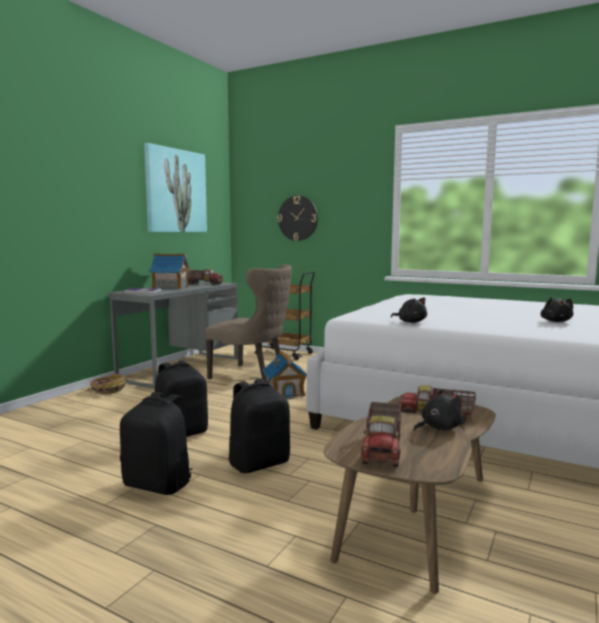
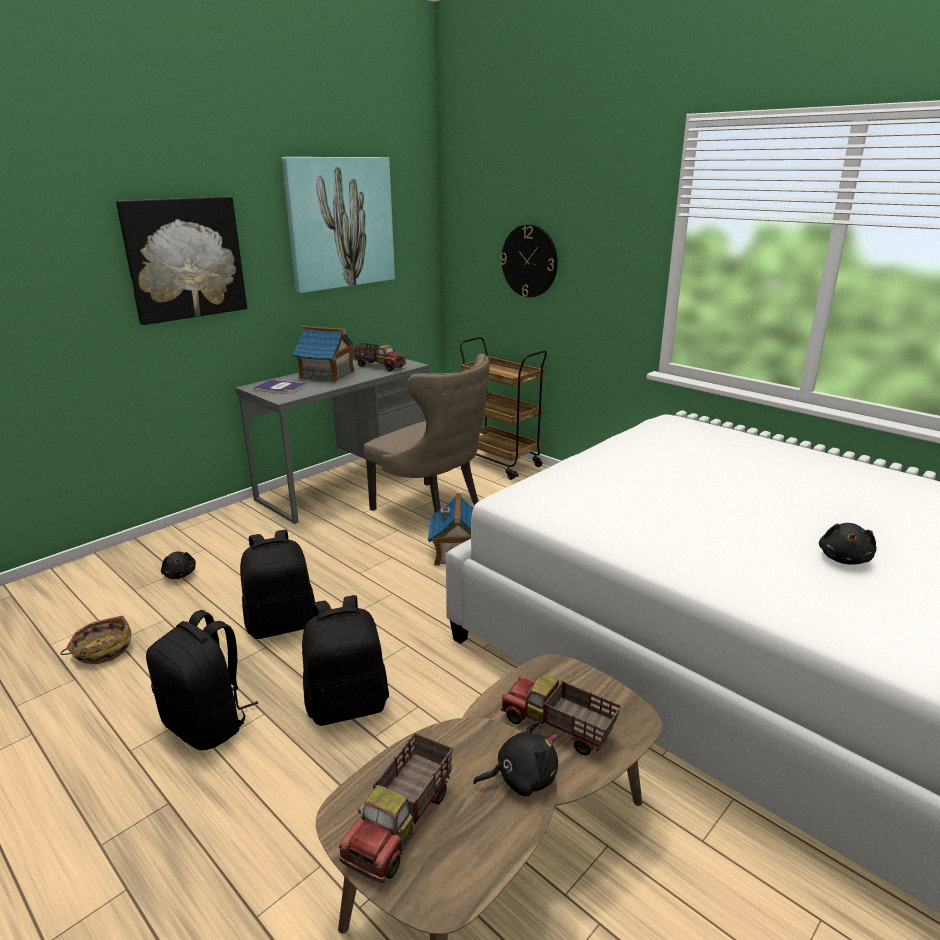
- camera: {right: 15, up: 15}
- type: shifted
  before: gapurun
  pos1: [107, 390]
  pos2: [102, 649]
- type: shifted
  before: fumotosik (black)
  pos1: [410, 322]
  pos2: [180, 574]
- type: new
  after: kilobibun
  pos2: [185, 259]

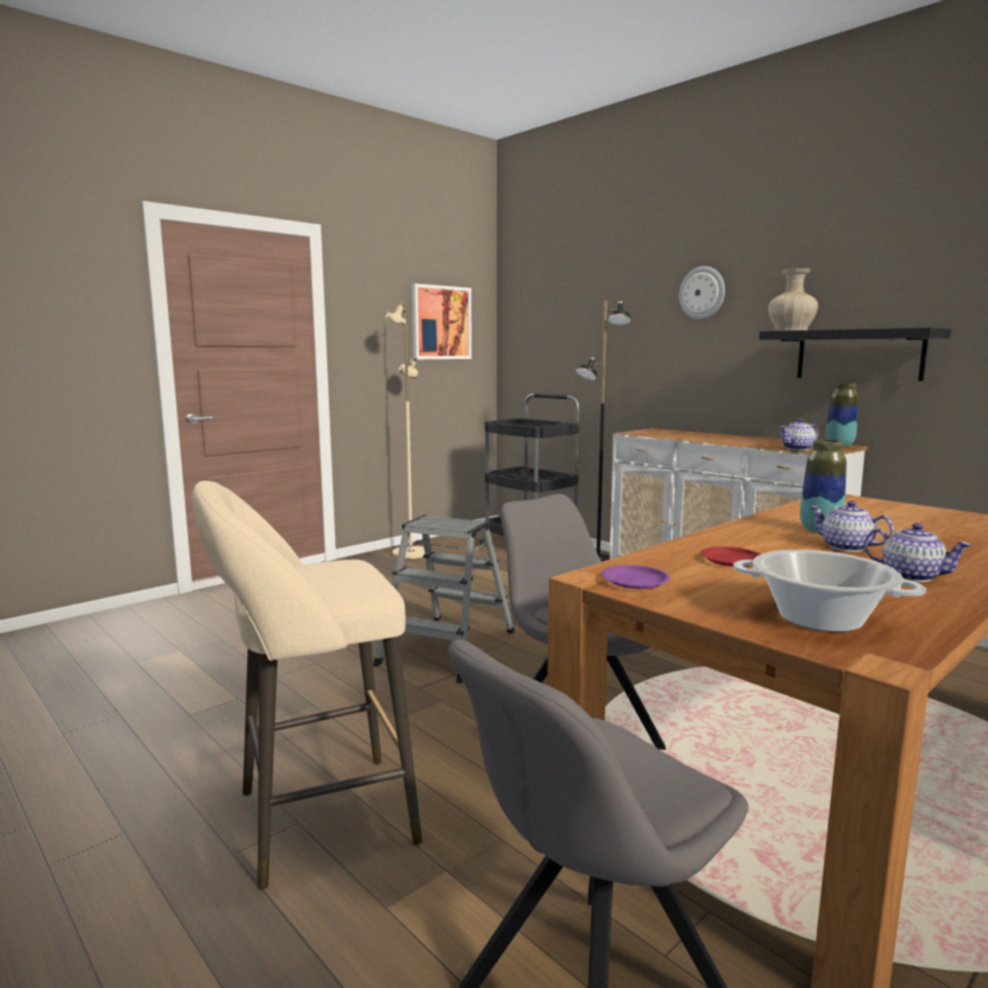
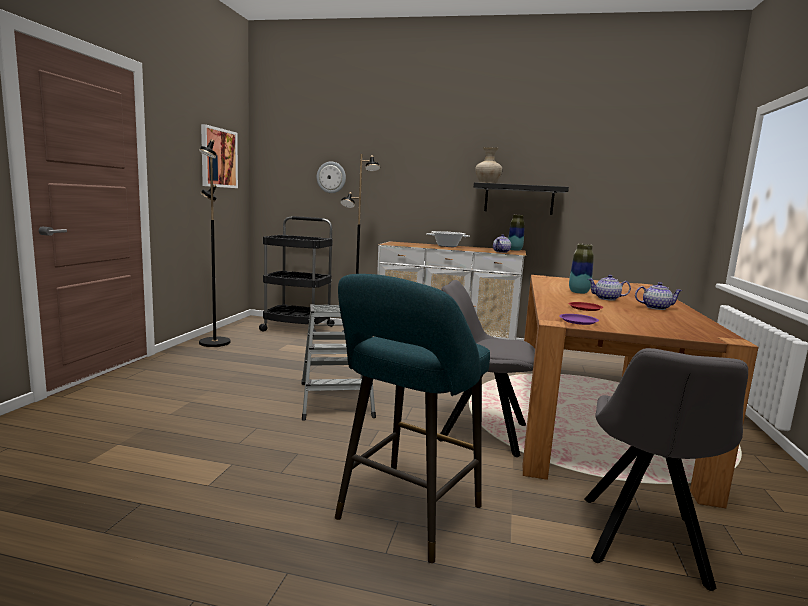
- camera: {right: -35, up: 0}
- type: repainted
  before: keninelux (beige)
  after: keninelux (turquoise)
  pos1: [314, 820]
  pos2: [405, 516]
- type: repainted
  before: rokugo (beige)
  after: rokugo (black)
  pos1: [410, 553]
  pos2: [214, 342]
- type: shifted
  before: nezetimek
  pos1: [702, 293]
  pos2: [331, 177]
- type: shifted
  before: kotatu
  pos1: [820, 619]
  pos2: [447, 246]

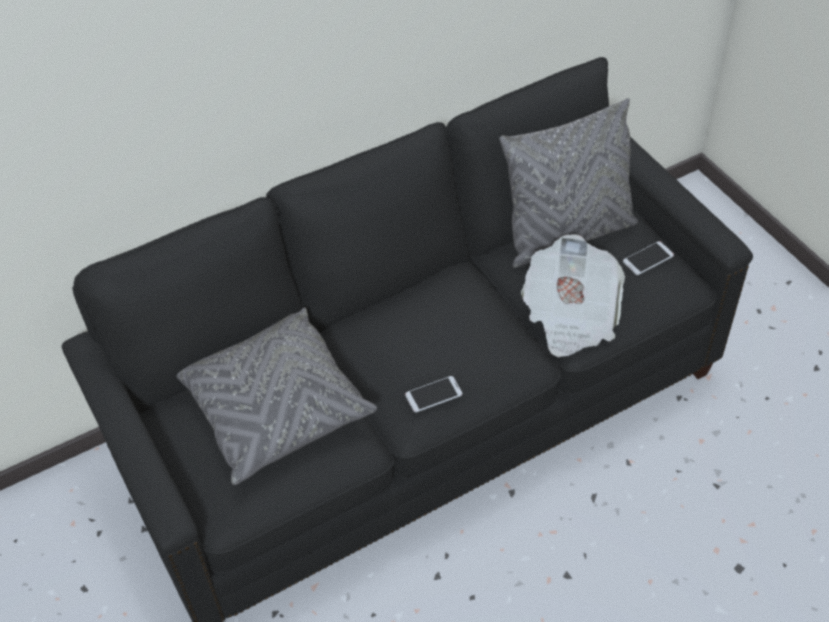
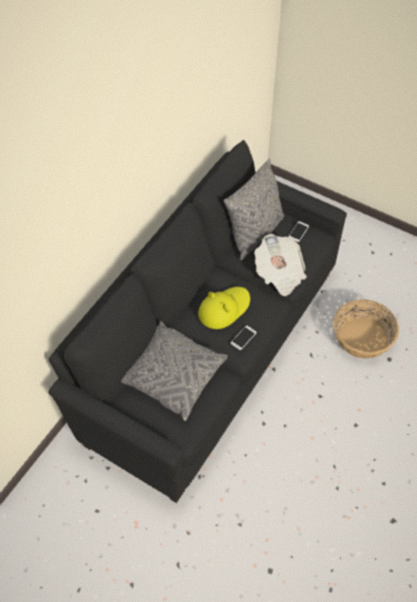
- camera: {right: -30, up: 5}
- type: new
  after: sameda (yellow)
  pos2: [224, 309]
- type: new
  after: gapurun
  pos2: [362, 338]

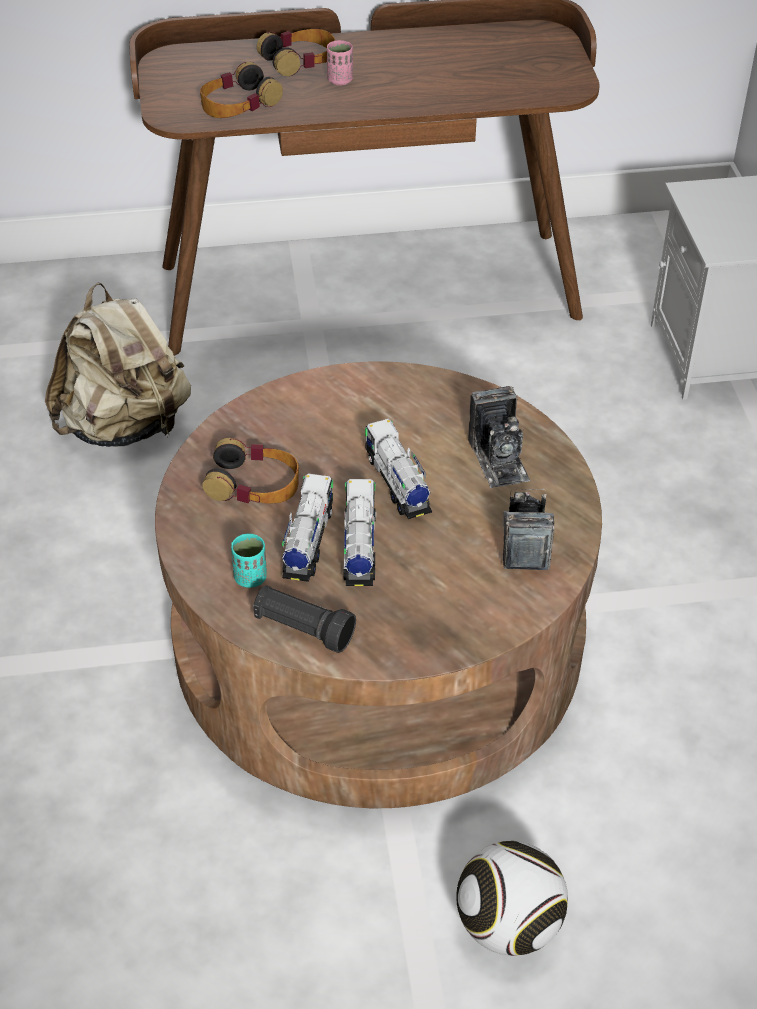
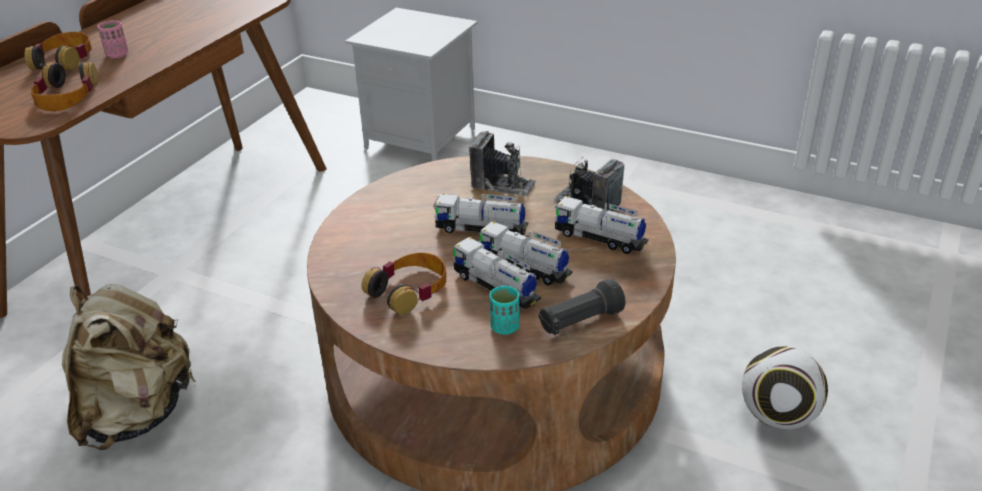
- camera: {right: -55, up: -10}
- type: new
  after: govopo
  pos2: [599, 238]

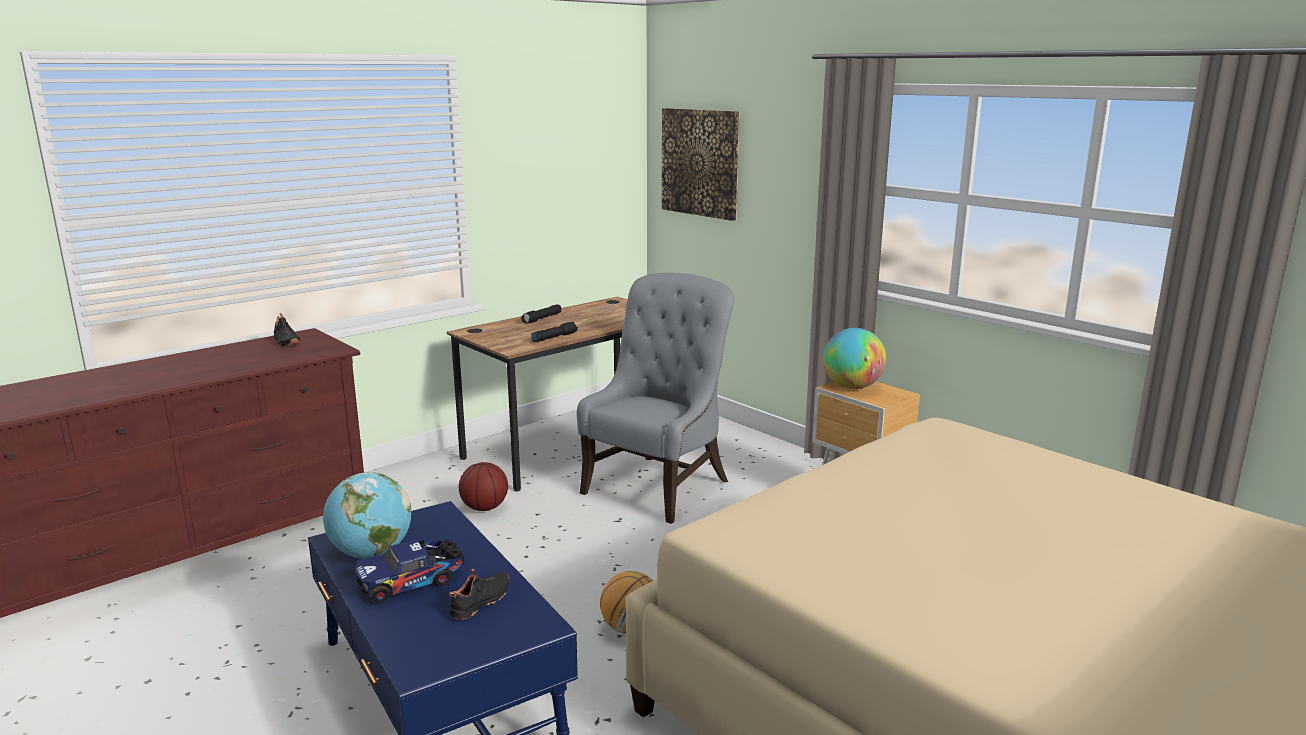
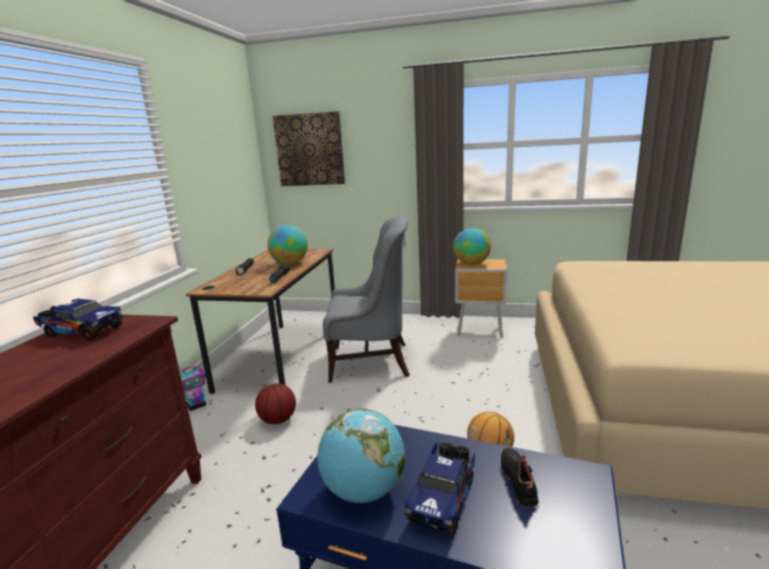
- camera: {right: -35, up: 0}
- type: swapped
  before: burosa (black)
  after: govopo
  pos1: [286, 342]
  pos2: [81, 331]
- type: rotated
  before: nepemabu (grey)
  pos1: [658, 486]
  pos2: [371, 361]
  turn: 90
- type: new
  after: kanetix
  pos2: [197, 406]
- type: new
  after: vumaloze
  pos2: [290, 263]

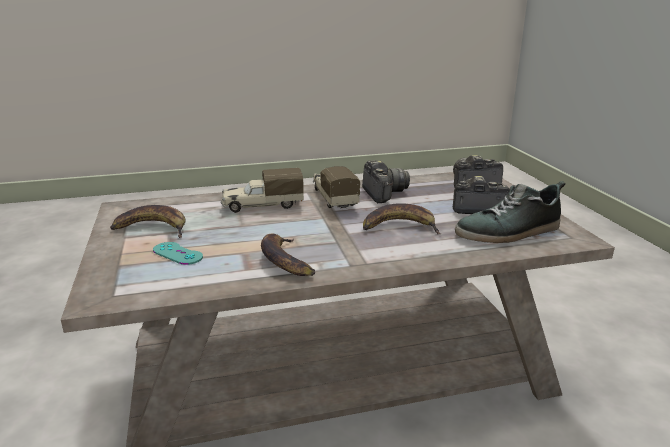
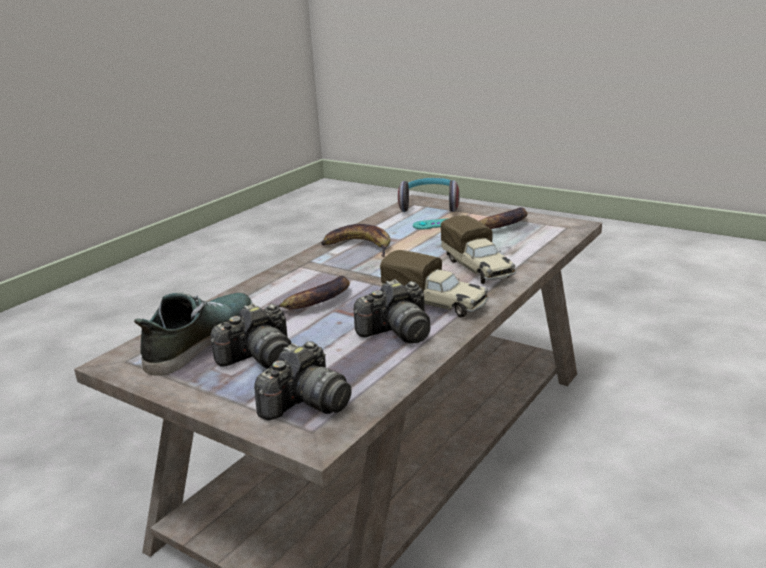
- camera: {right: 140, up: 0}
- type: rotated
  before: govopo
  pos1: [262, 205]
  pos2: [478, 269]
  turn: 120
- type: rotated
  before: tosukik
  pos1: [383, 193]
  pos2: [397, 332]
  turn: -60
- type: new
  after: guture
  pos2: [430, 205]

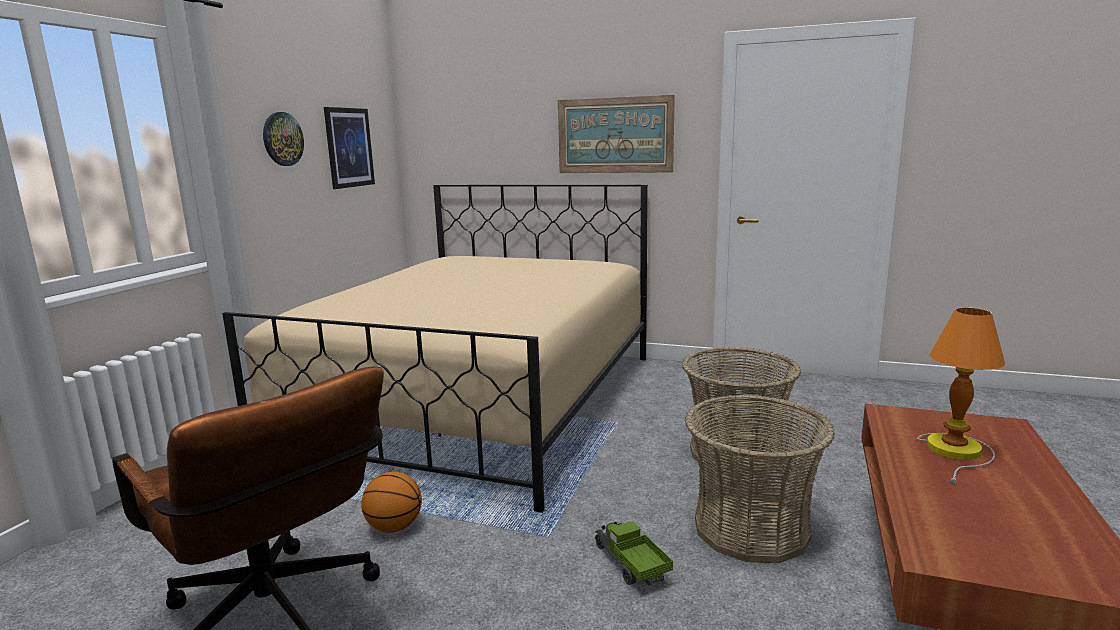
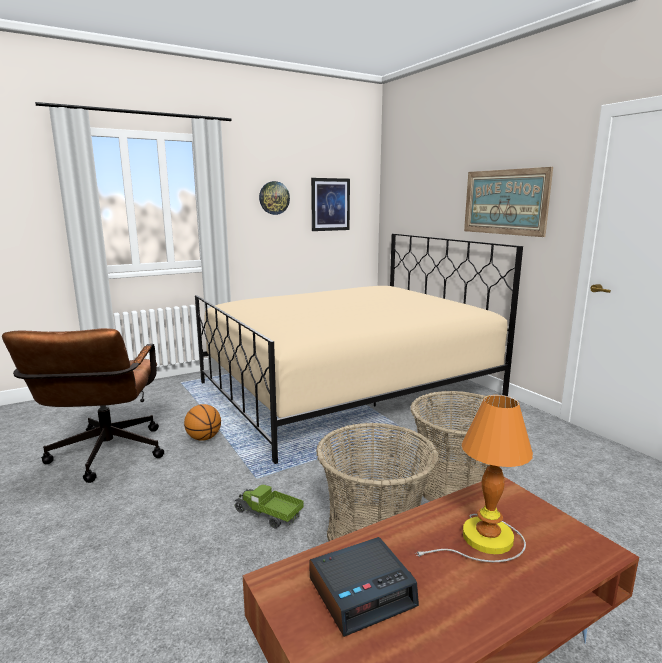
- camera: {right: 40, up: 0}
- type: rotated
  before: govopo
  pos1: [630, 565]
  pos2: [268, 515]
  turn: -75
- type: new
  after: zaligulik
  pos2: [362, 591]

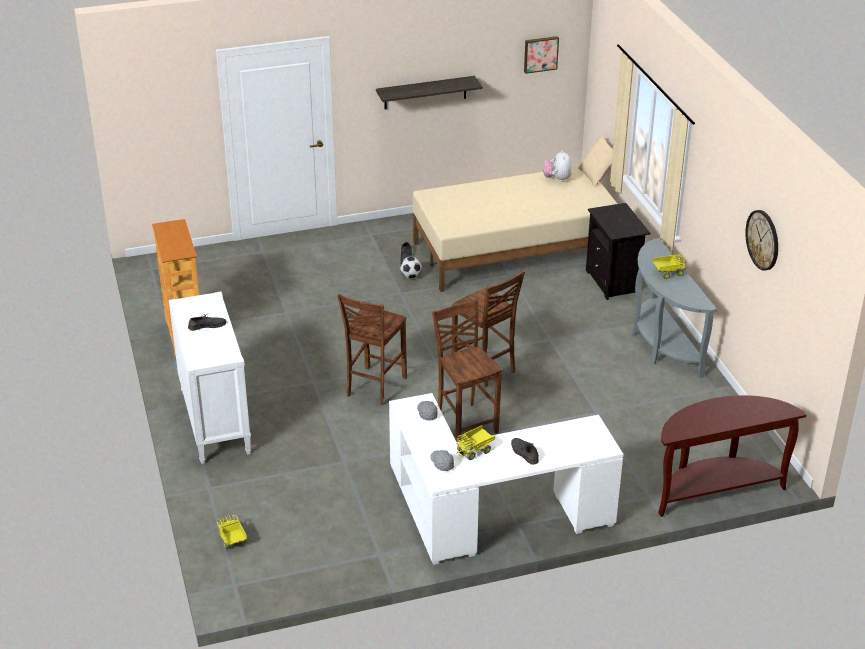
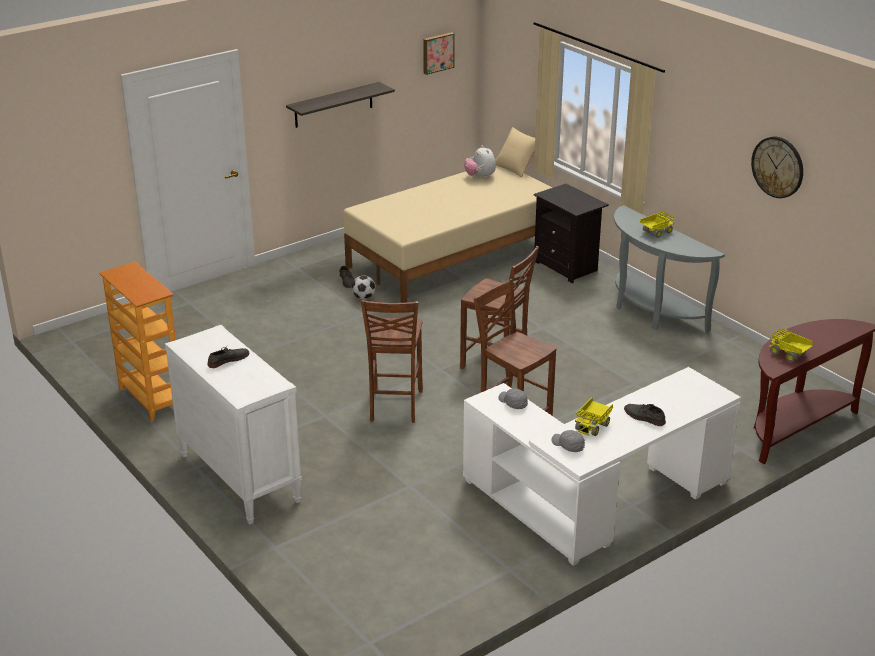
- camera: {right: -20, up: -5}
- type: shifted
  before: govopo
  pos1: [232, 540]
  pos2: [789, 355]

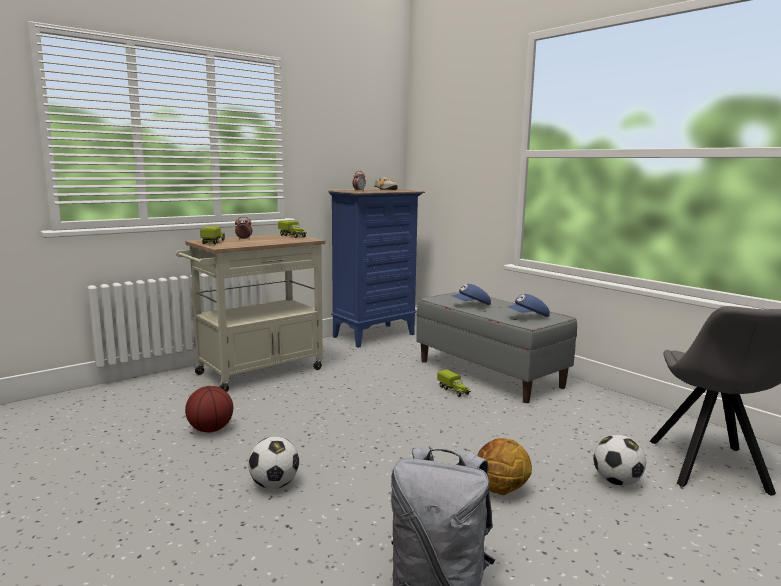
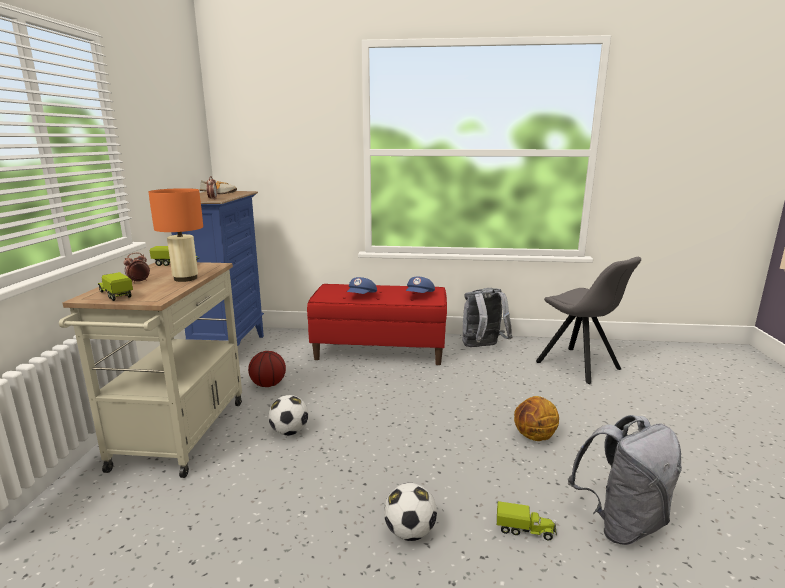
- camera: {right: -45, up: 5}
- type: shifted
  before: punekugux
  pos1: [211, 429]
  pos2: [268, 384]
- type: repainted
  before: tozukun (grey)
  after: tozukun (red)
  pos1: [489, 373]
  pos2: [380, 351]
- type: shifted
  before: govopo
  pos1: [453, 390]
  pos2: [525, 530]
- type: shifted
  before: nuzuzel
  pos1: [616, 481]
  pos2: [289, 432]
- type: new
  after: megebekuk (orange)
  pos2: [186, 278]
- type: new
  after: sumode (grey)
  pos2: [482, 347]

